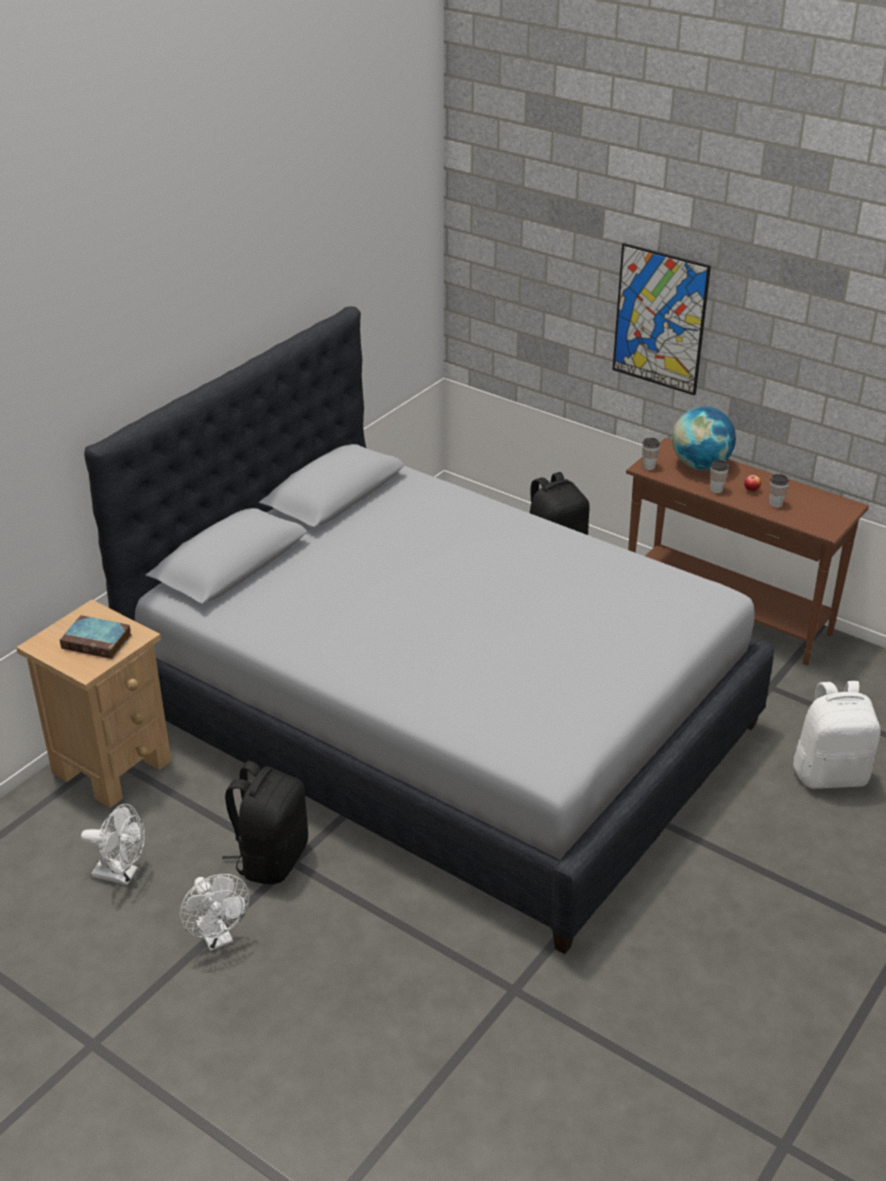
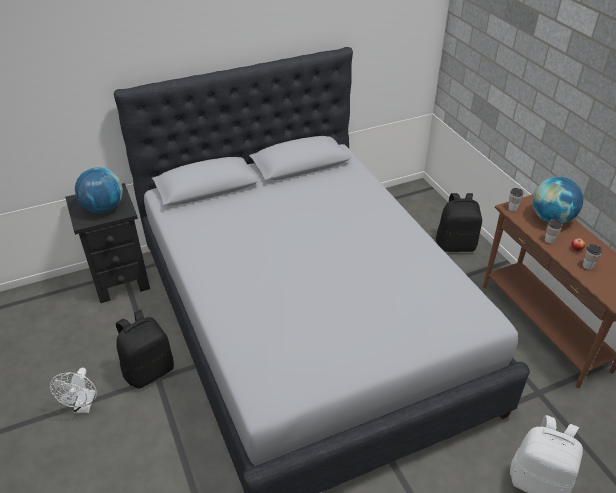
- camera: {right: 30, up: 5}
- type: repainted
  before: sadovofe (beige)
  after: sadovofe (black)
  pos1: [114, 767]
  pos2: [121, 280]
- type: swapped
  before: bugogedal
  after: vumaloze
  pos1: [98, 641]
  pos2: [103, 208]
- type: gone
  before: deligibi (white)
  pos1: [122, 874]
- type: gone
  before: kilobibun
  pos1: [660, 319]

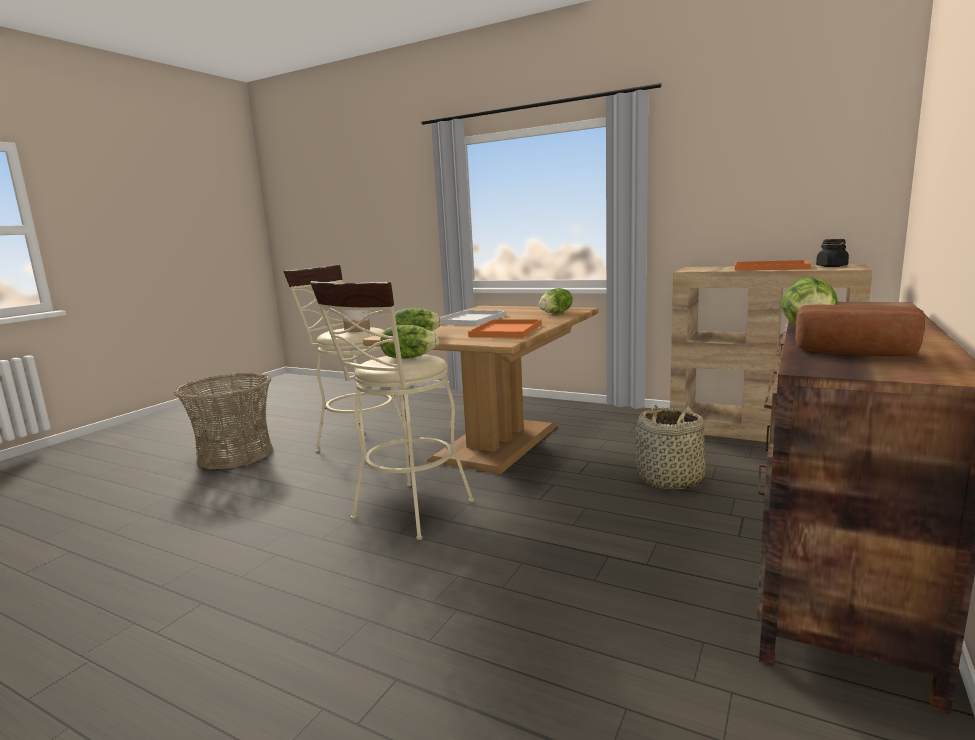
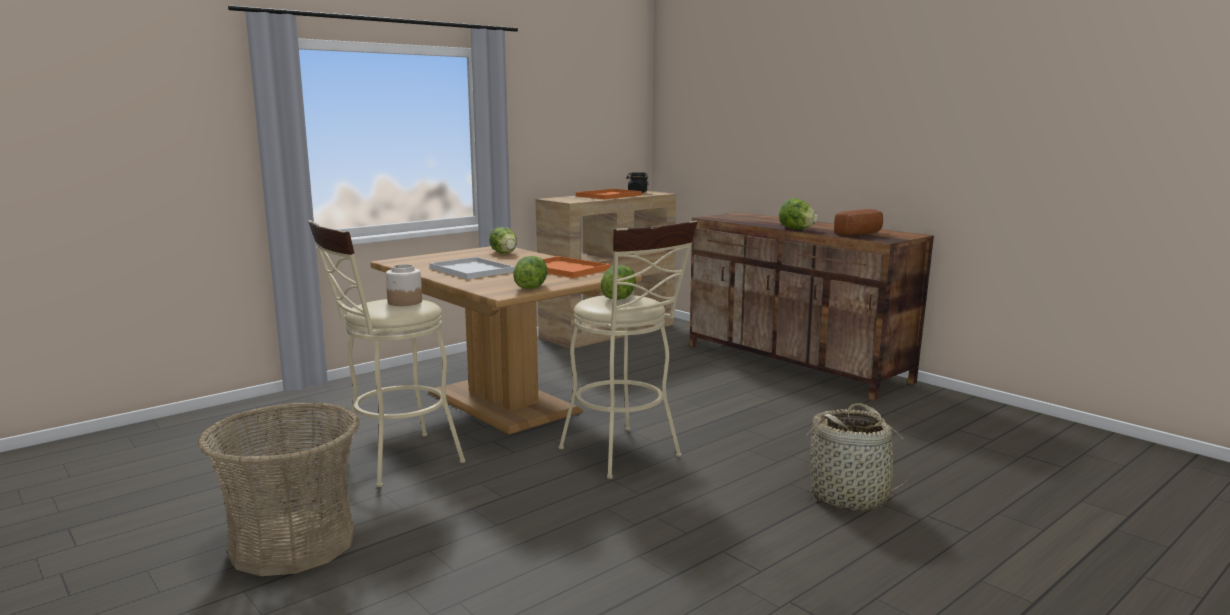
- camera: {right: -70, up: 0}
- type: shifted
  before: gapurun
  pos1: [670, 480]
  pos2: [850, 497]

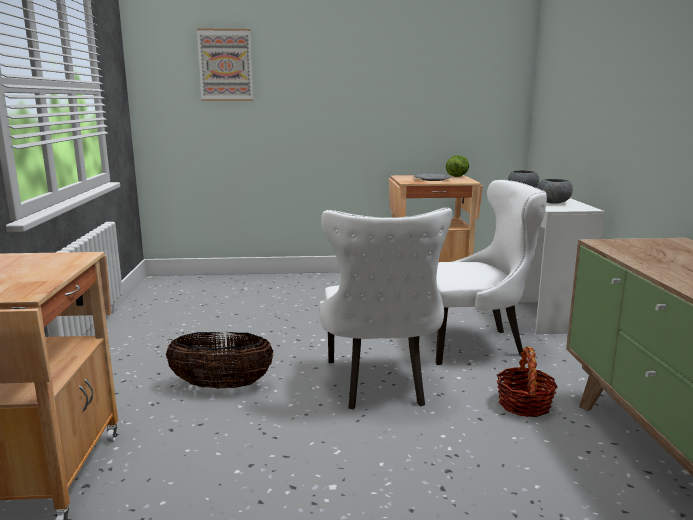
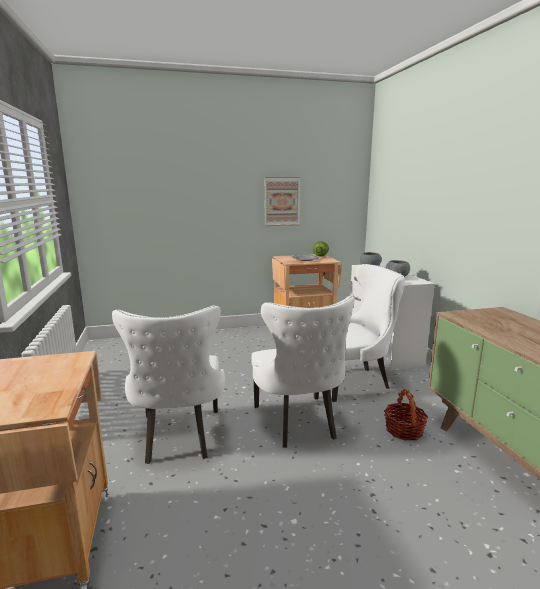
- camera: {right: -10, up: 0}
- type: swapped
  before: gapurun
  after: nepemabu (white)
  pos1: [221, 386]
  pos2: [179, 437]
- type: shifted
  before: kilobibun
  pos1: [225, 65]
  pos2: [282, 201]

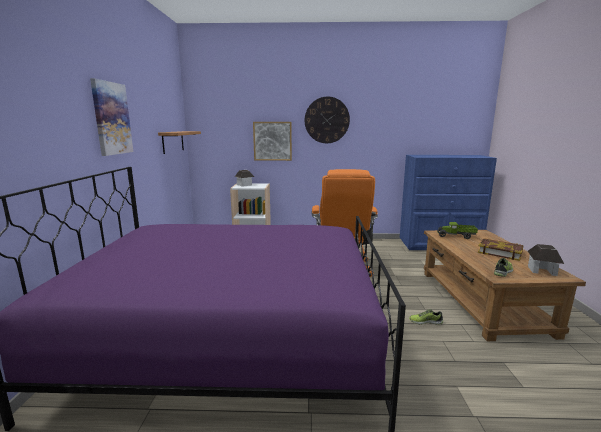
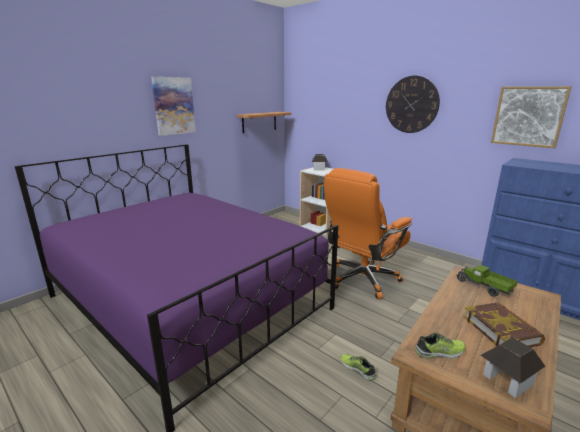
- camera: {right: 40, up: 5}
- type: shifted
  before: kilobibun
  pos1: [272, 141]
  pos2: [528, 116]

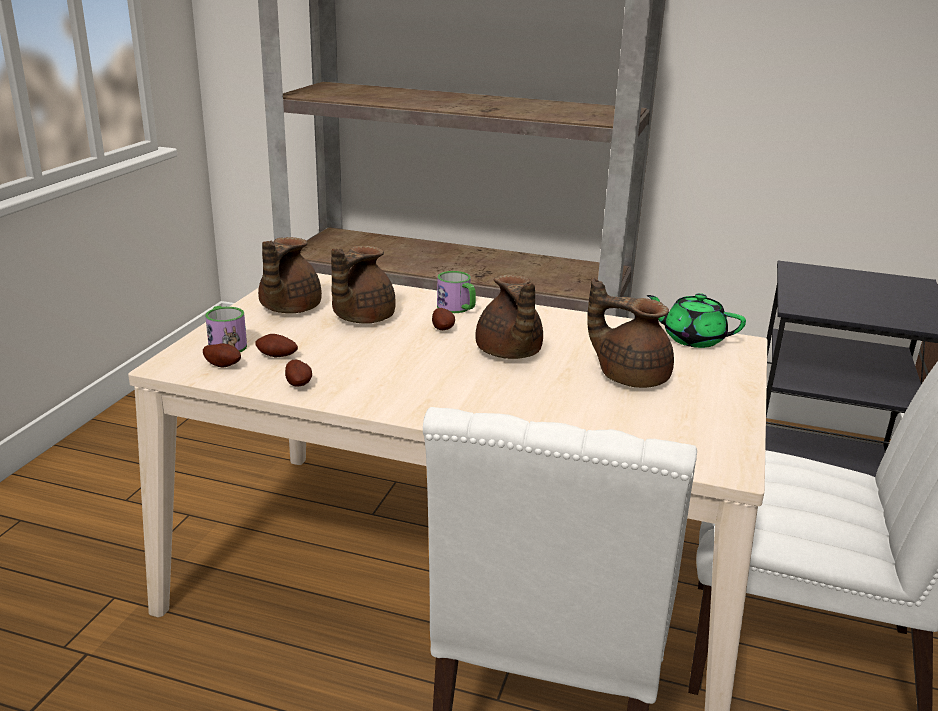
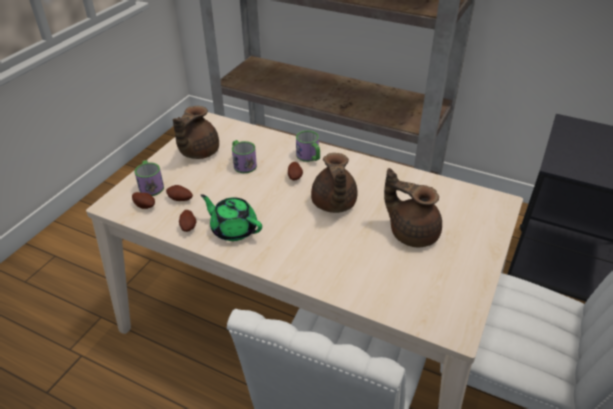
- camera: {right: 10, up: 15}
- type: swapped
  before: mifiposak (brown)
  after: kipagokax
  pos1: [361, 318]
  pos2: [243, 164]
- type: shifted
  before: mifiposak (green)
  pos1: [692, 339]
  pos2: [233, 229]

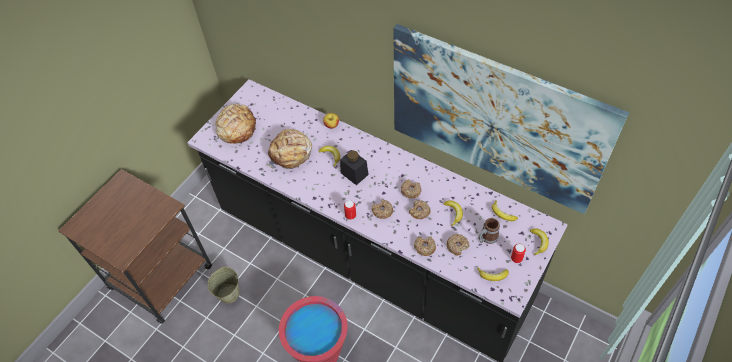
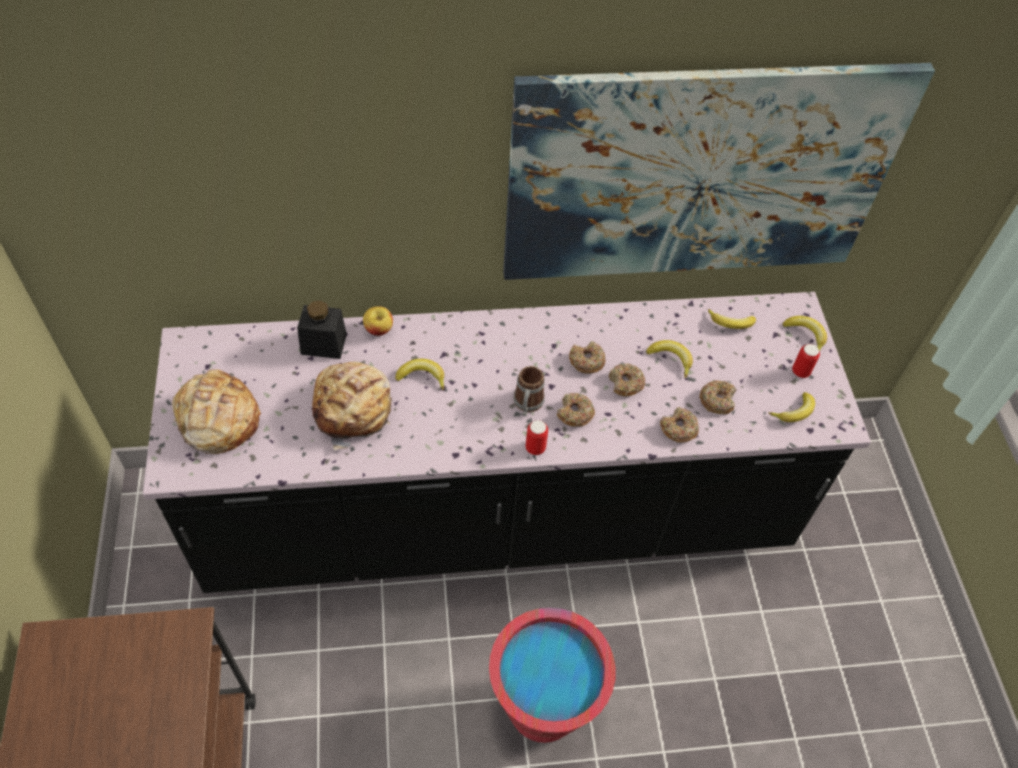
- camera: {right: -45, up: 0}
- type: gone
  before: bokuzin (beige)
  pos1: [229, 293]
- type: shifted
  before: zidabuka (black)
  pos1: [354, 174]
  pos2: [323, 344]
- type: shifted
  before: kipagokax
  pos1: [486, 238]
  pos2: [527, 405]

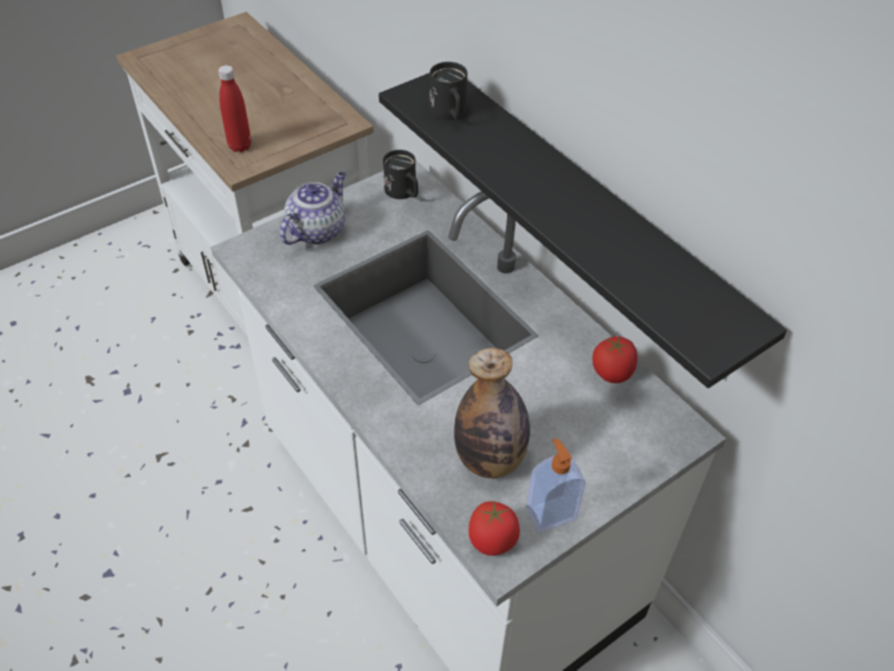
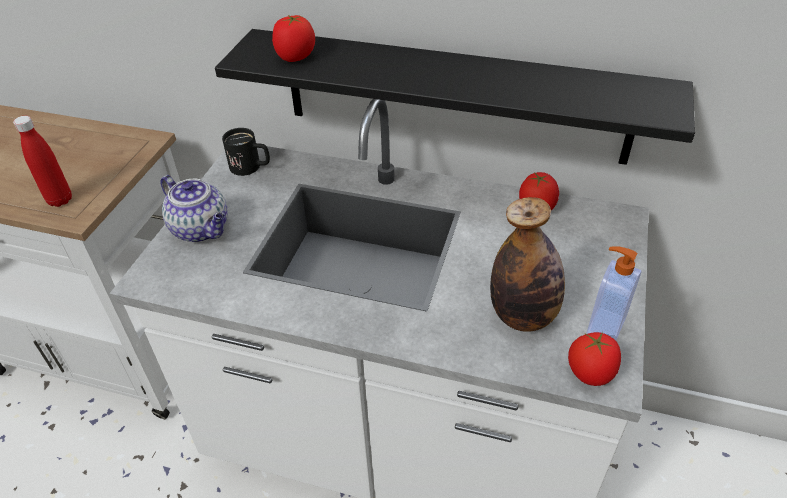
- camera: {right: -35, up: -5}
- type: rotated
  before: mifiposak
  pos1: [317, 230]
  pos2: [202, 229]
  turn: 135
- type: swapped
  before: kipagokax (black)
  after: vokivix
  pos1: [450, 114]
  pos2: [295, 57]

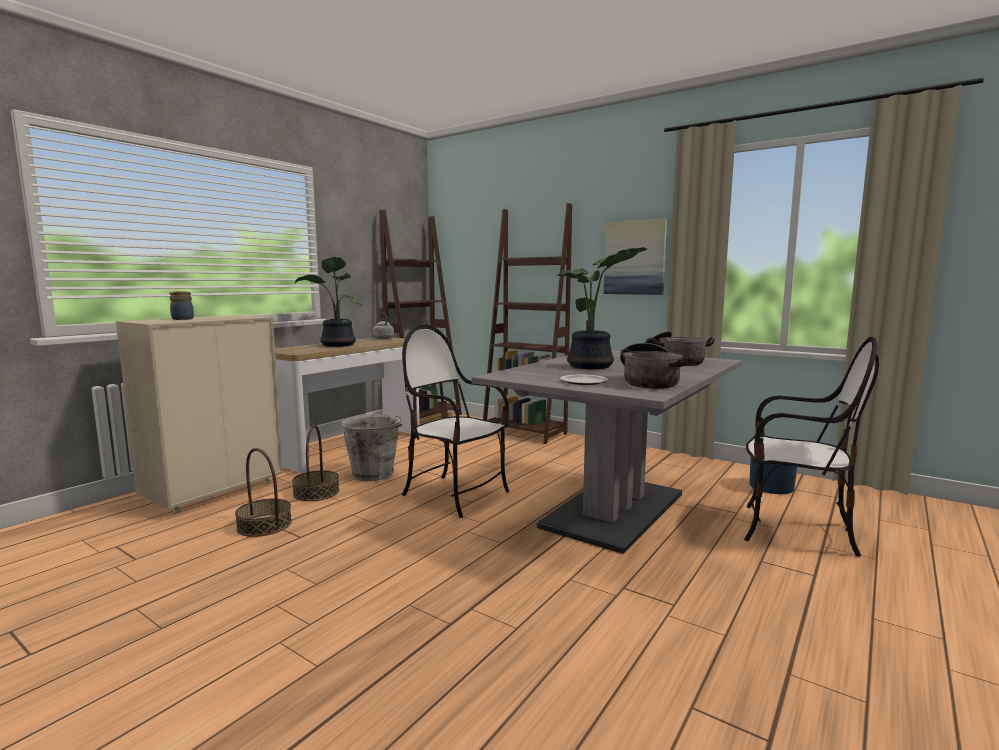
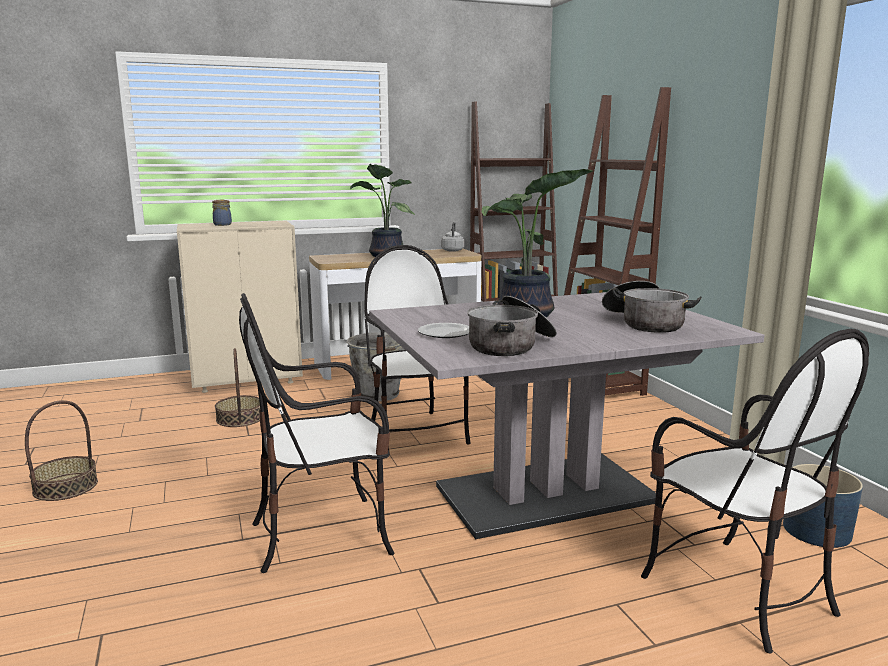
- camera: {right: 35, up: 5}
- type: shifted
  before: gapurun
  pos1: [316, 492]
  pos2: [65, 487]
- type: gone
  before: kilobibun
  pos1: [635, 257]
- type: new
  after: nepemabu
  pos2: [323, 534]

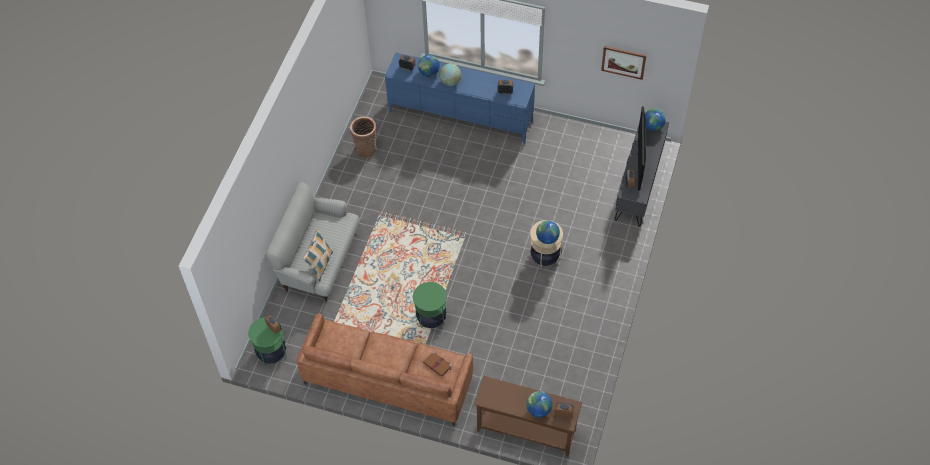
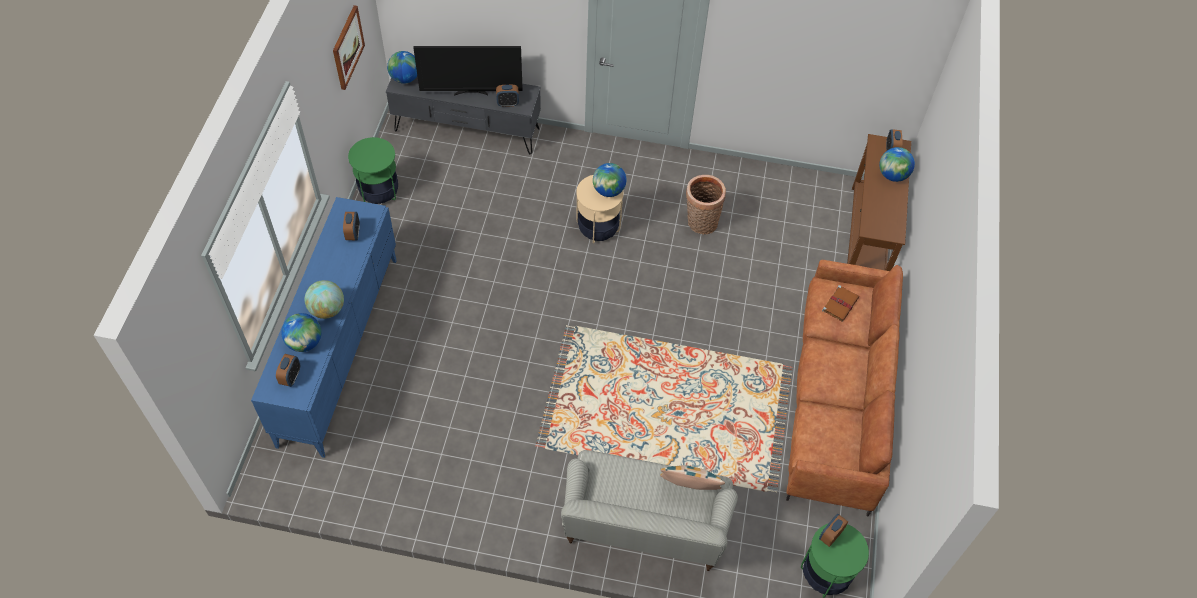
- camera: {right: -100, up: 0}
- type: shifted
  before: gapurun
  pos1: [365, 148]
  pos2: [700, 223]
- type: shifted
  before: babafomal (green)
  pos1: [431, 317]
  pos2: [379, 192]

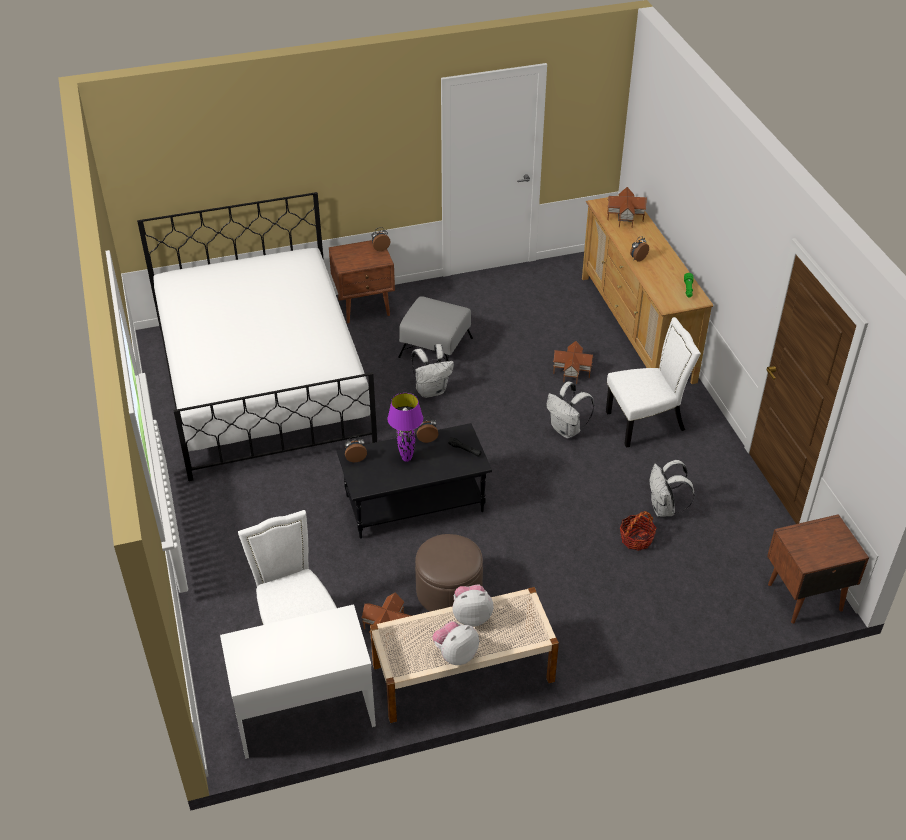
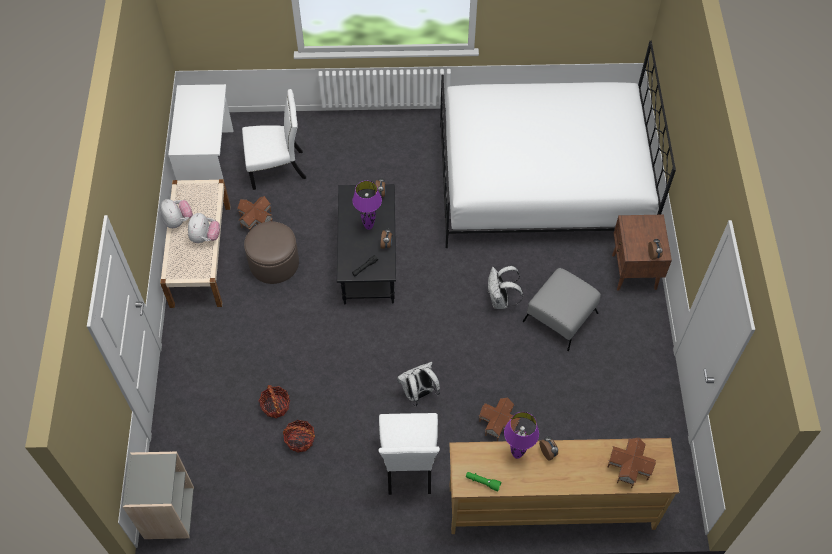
- camera: {right: 105, up: 15}
- type: swapped
  before: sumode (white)
  after: gapurun
  pos1: [664, 509]
  pos2: [300, 440]
- type: swapped
  before: sadovofe (brown)
  after: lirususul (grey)
  pos1: [803, 596]
  pos2: [168, 512]
- type: new
  after: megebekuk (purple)
  pos2: [516, 454]

